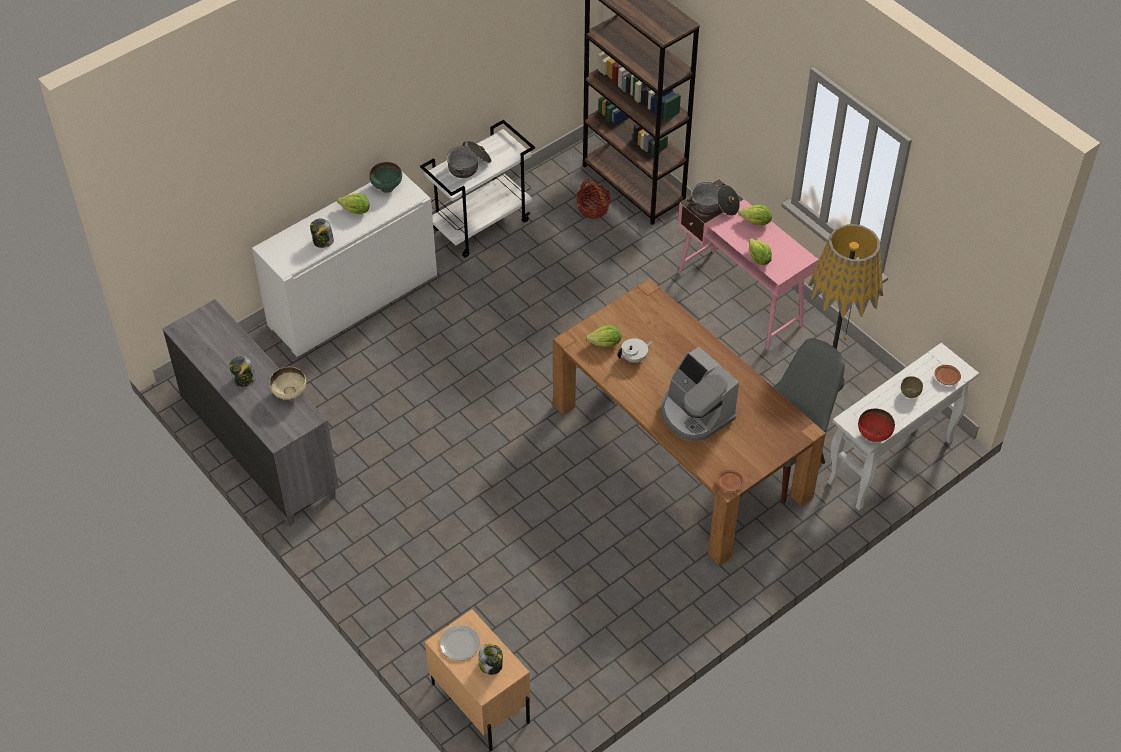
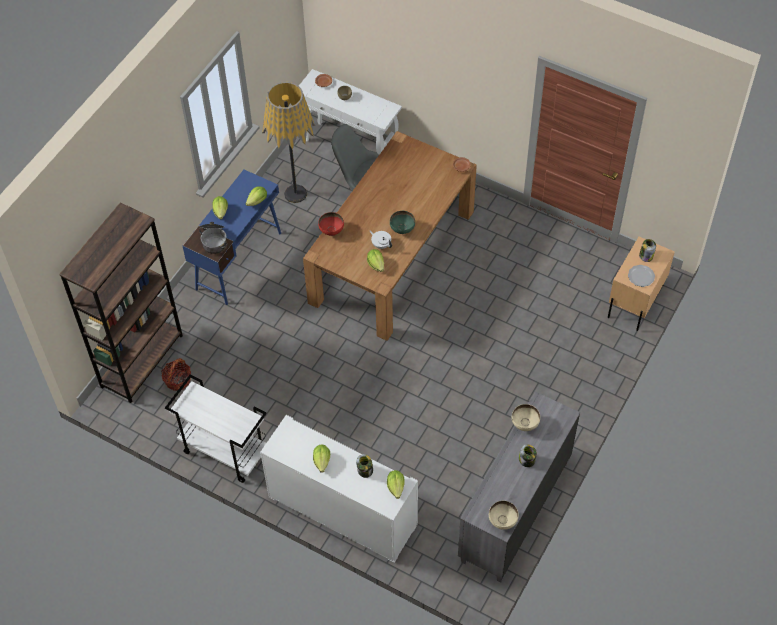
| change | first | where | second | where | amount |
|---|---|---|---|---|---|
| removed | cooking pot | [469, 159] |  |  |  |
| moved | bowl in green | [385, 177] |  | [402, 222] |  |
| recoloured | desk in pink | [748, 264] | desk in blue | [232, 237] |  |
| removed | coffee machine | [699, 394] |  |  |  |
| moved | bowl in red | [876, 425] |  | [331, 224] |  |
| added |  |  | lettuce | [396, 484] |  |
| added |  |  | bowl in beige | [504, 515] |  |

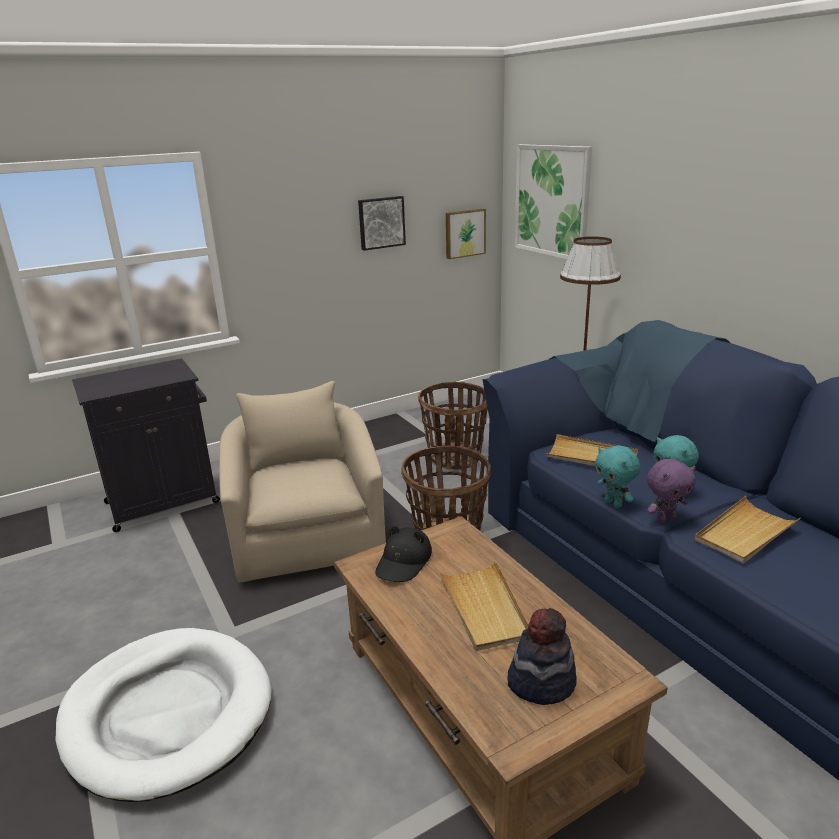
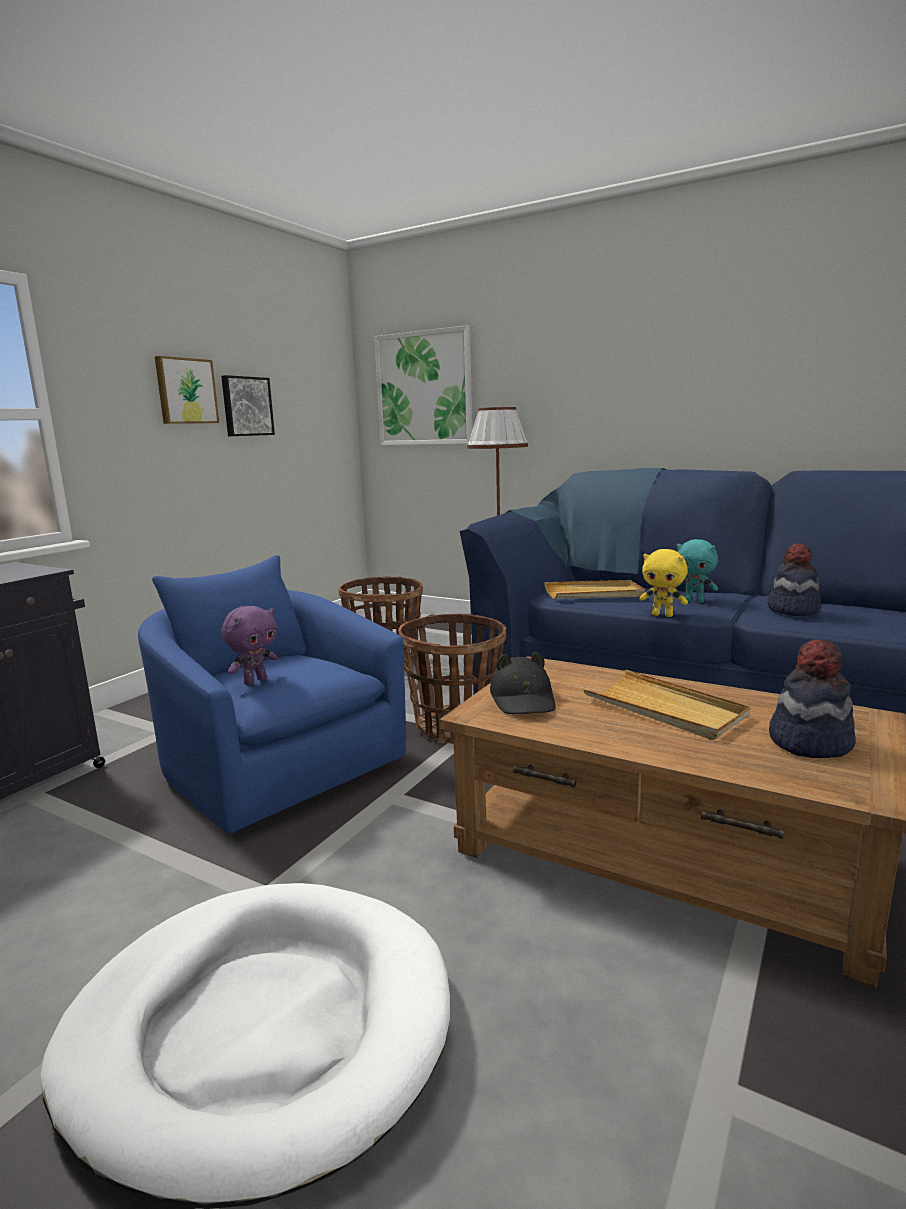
| change | first | where | second | where | amount |
|---|---|---|---|---|---|
| moved | picture | [466, 234] |  | [187, 390] |  |
| recoloured | armchair in beige | [302, 481] | armchair in blue | [272, 694] |  |
| recoloured | plush toy in turquoise | [617, 476] | plush toy in yellow | [663, 583] |  |
| moved | plush toy in purple | [671, 491] |  | [249, 645] |  |
| replaced | tray in beige | [747, 530] | hat | [794, 579] |  |

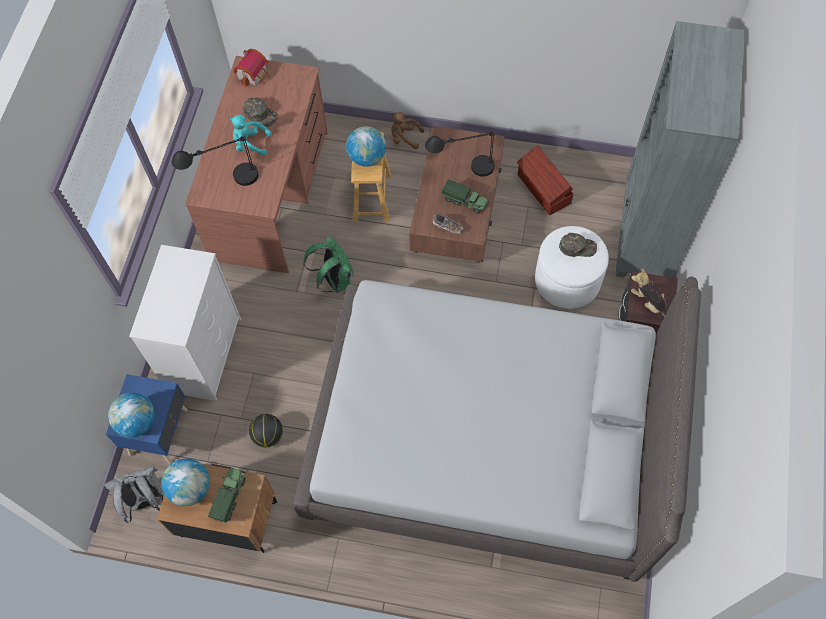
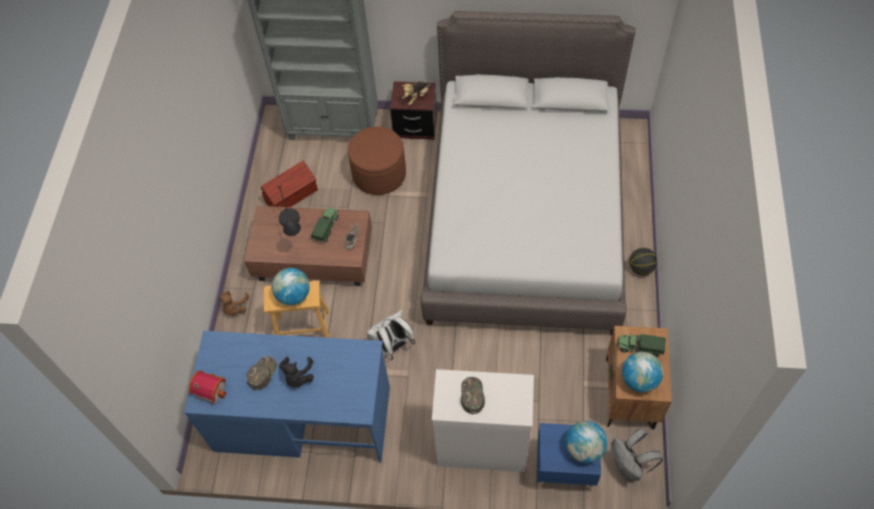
| change | first | where | second | where | amount |
|---|---|---|---|---|---|
| recoloured | desk in brown | [256, 164] | desk in blue | [287, 397] |  |
| recoloured | plush toy in turquoise | [250, 135] | plush toy in black | [296, 372] |  |
| removed | table lamp in black | [215, 161] |  |  |  |
| recoloured | ottoman in white | [572, 267] | ottoman in brown | [377, 161] |  |
| moved | cap in green | [578, 245] |  | [473, 395] |  |
| recoloured | backpack in green | [329, 264] | backpack in white | [391, 335] |  |
| moved | basketball | [266, 431] |  | [643, 261] |  |

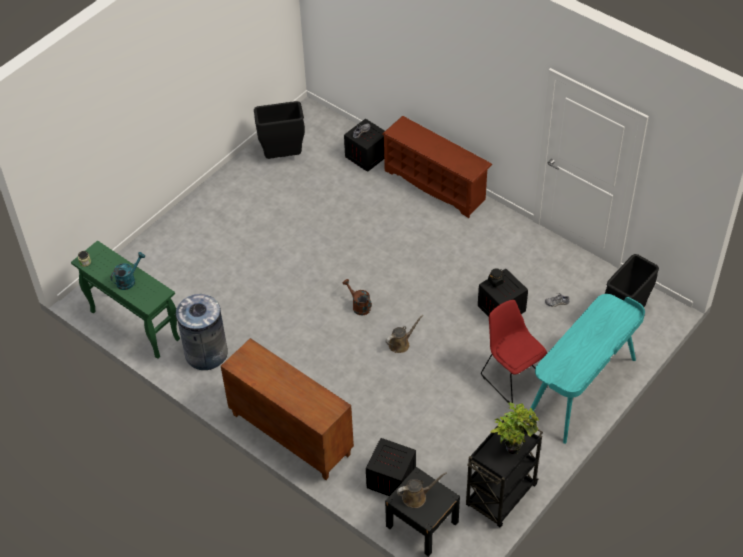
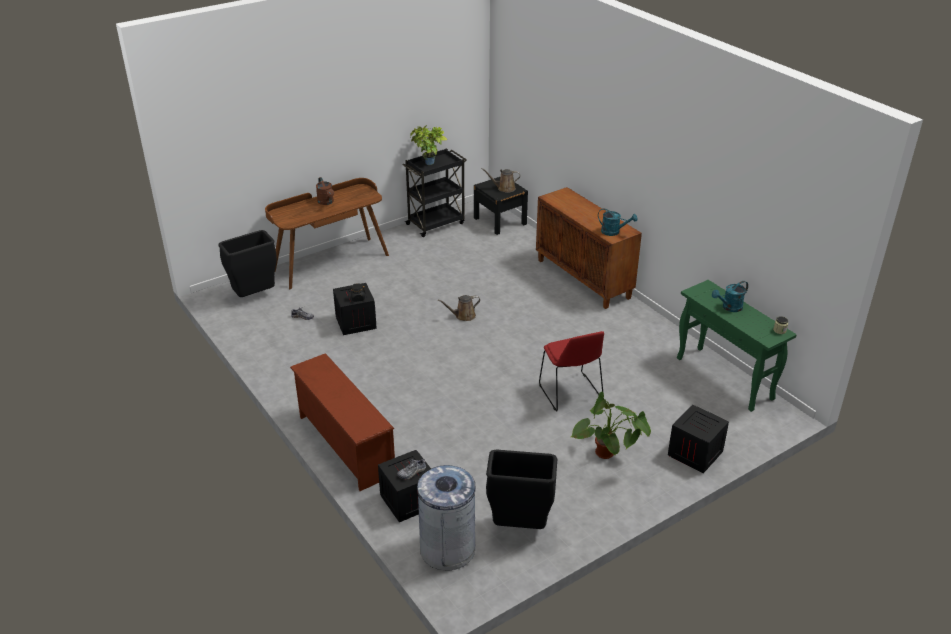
| change | first | where | second | where | amount |
|---|---|---|---|---|---|
| moved | watering can in brown | [357, 297] |  | [325, 191] |  |
| moved | trash can in grey | [202, 332] |  | [446, 517] |  |
| recoloured | desk in turquoise | [587, 369] | desk in brown | [327, 233] |  |
| moved | chair in red | [514, 351] |  | [571, 371] |  |
| moved | crate | [391, 467] |  | [698, 439] |  |
| added |  |  | watering can in turquoise | [617, 222] |  |
| added |  |  | potted plant | [611, 425] |  |

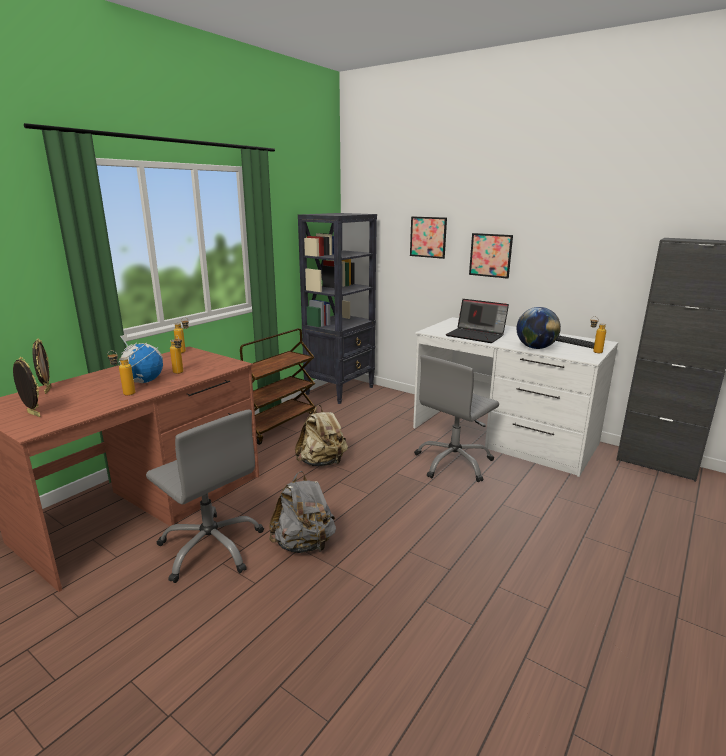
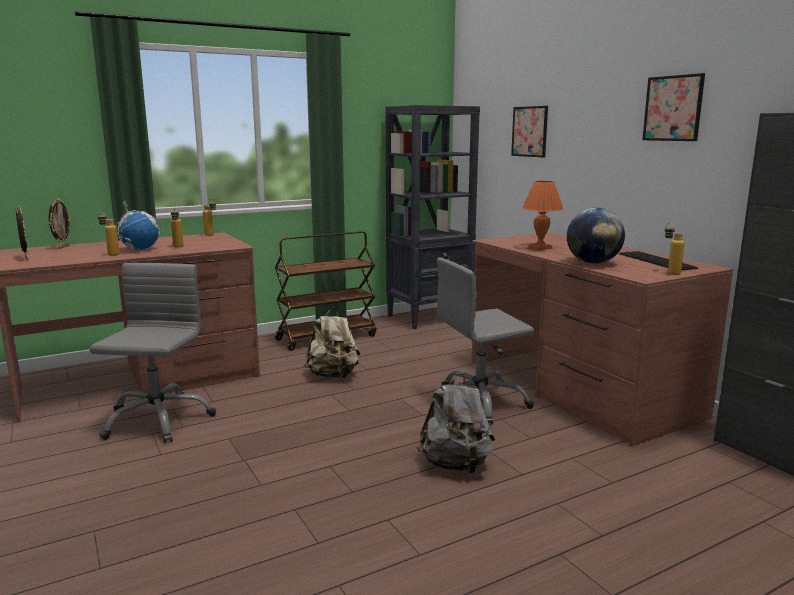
| change | first | where | second | where | amount |
|---|---|---|---|---|---|
| moved | picture | [491, 256] |  | [673, 107] |  |
| replaced | laptop | [477, 321] | table lamp in orange | [543, 215] |  |
| recoloured | desk in white | [515, 397] | desk in brown | [602, 339] |  |
| turned | office chair in grey | [205, 496] |  | [153, 353] | 150 degrees counterclockwise |
| moved | backpack in grey | [302, 512] |  | [456, 423] |  |

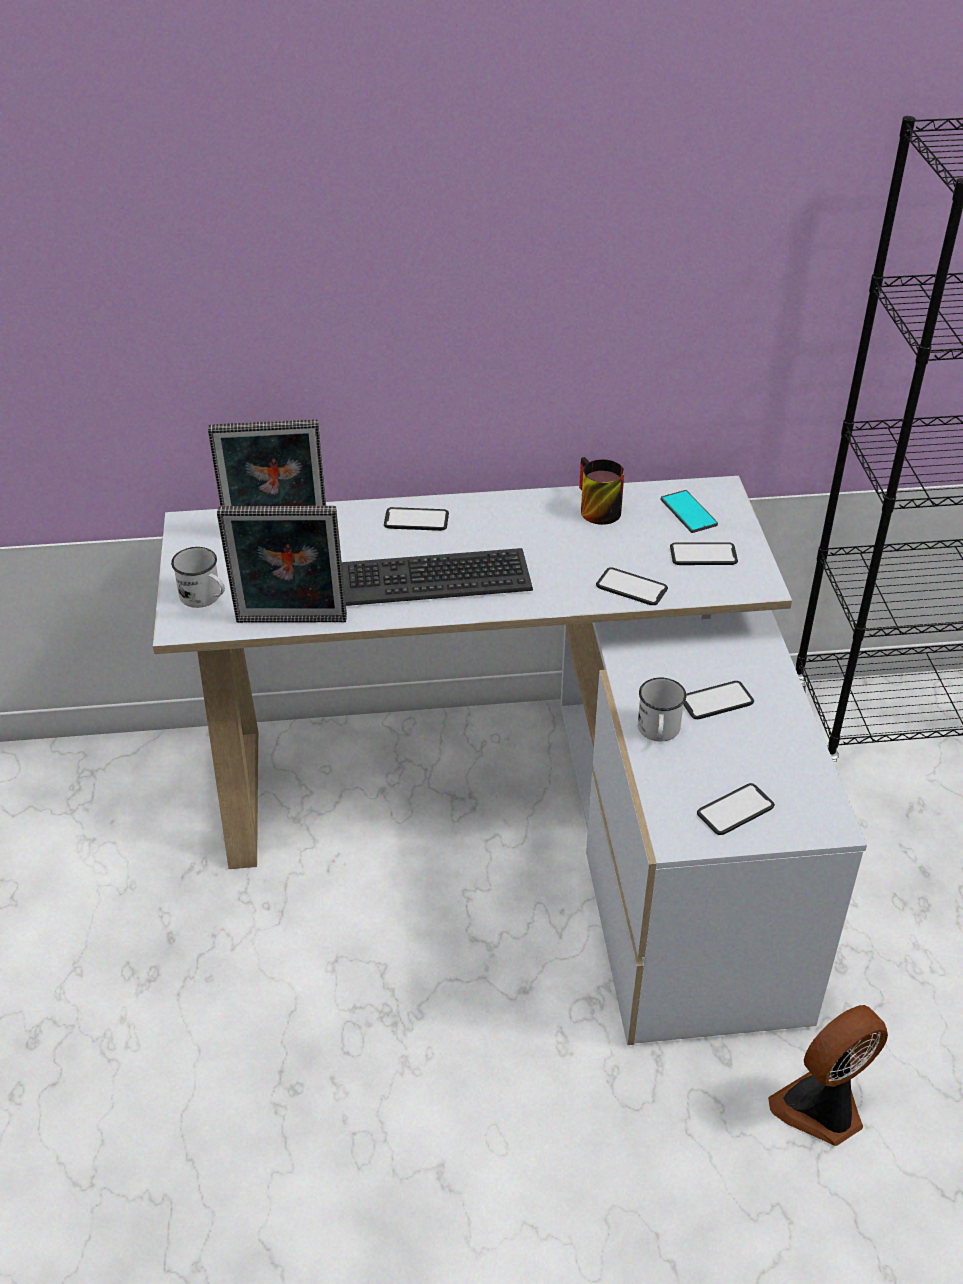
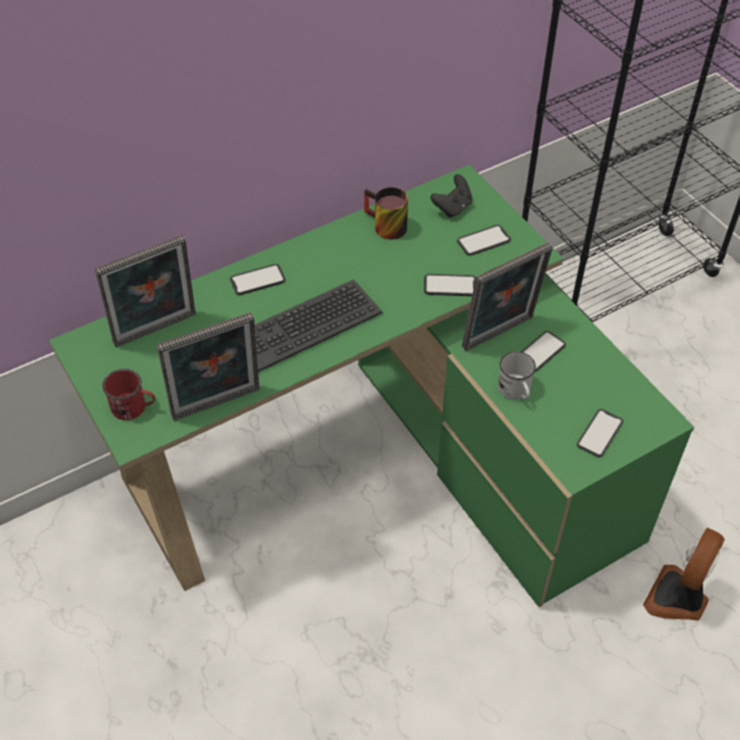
| change | first | where | second | where | amount |
|---|---|---|---|---|---|
| recoloured | desk in white | [510, 760] | desk in green | [371, 386] |  |
| replaced | phone | [689, 511] | game controller in black | [451, 196] |  |
| recoloured | mug in white | [198, 577] | mug in red | [128, 394] |  |
| added |  |  | picture frame | [507, 297] |  |

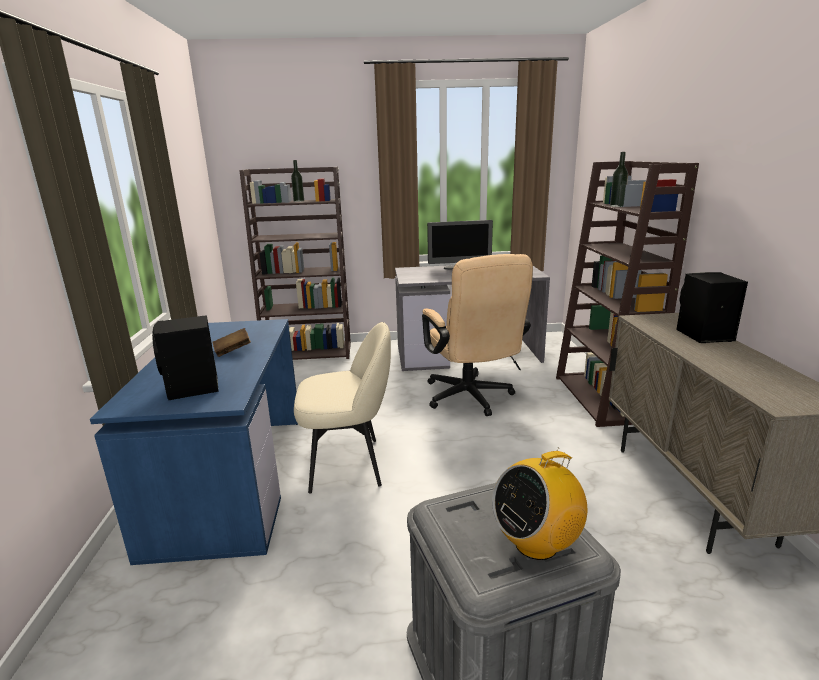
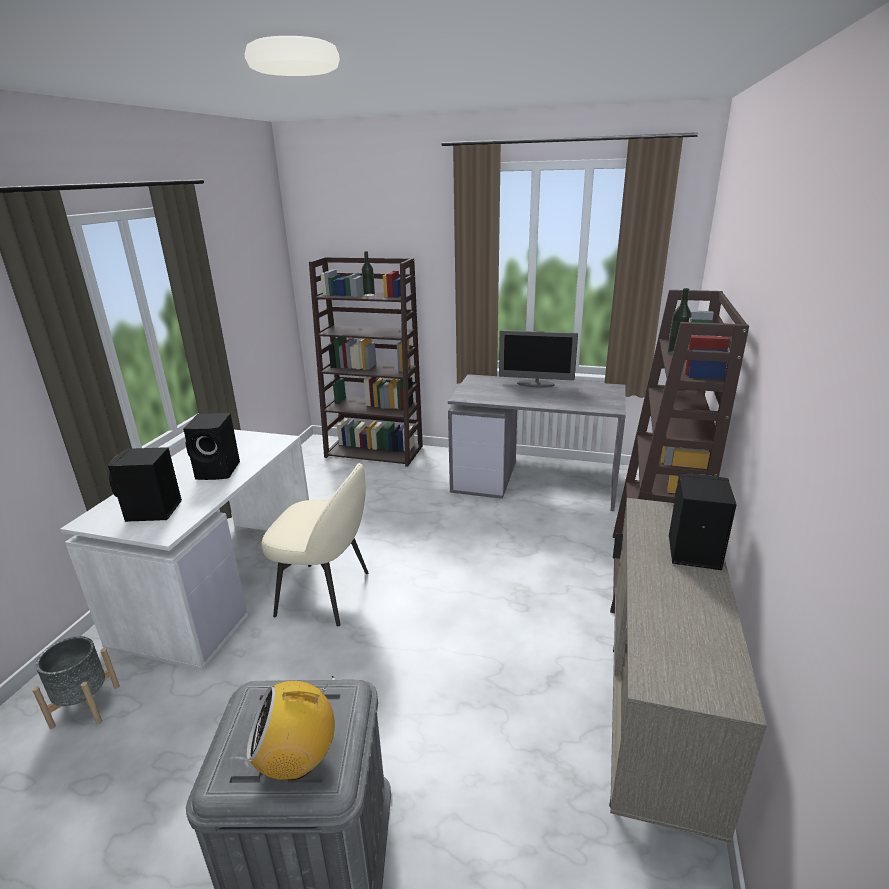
| change | first | where | second | where | amount |
|---|---|---|---|---|---|
| removed | office chair in beige | [477, 335] |  |  |  |
| recoloured | desk in blue | [194, 442] | desk in white | [184, 550] |  |
| replaced | book in brown | [231, 342] | speaker in black | [211, 446] |  |
| added |  |  | planter in grey | [76, 682] |  |

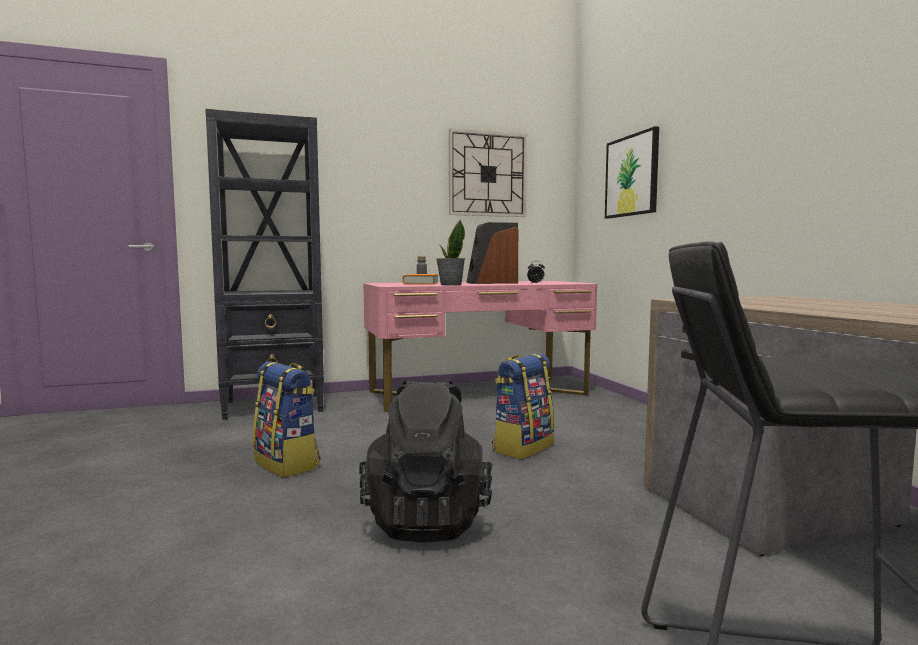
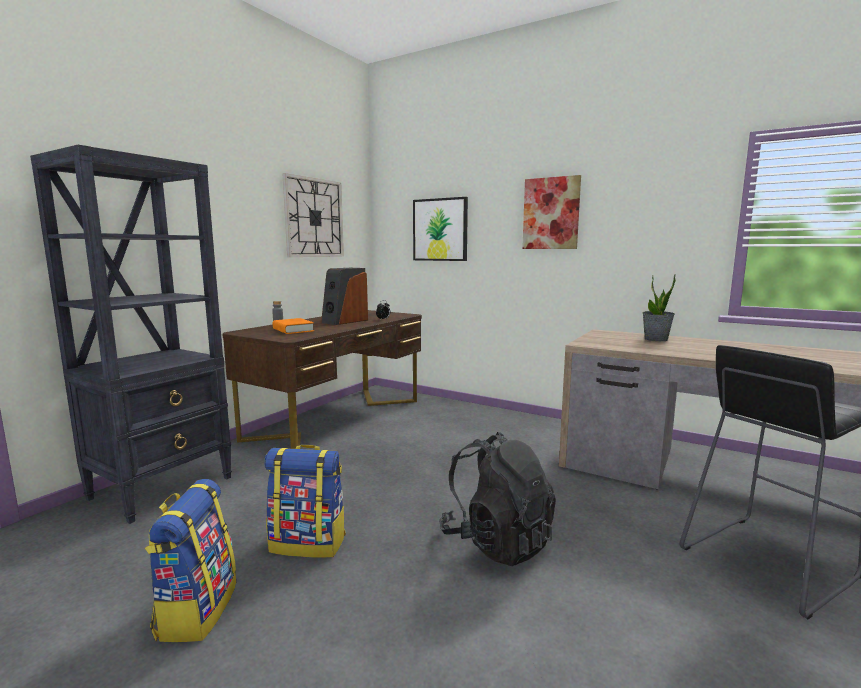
| change | first | where | second | where | amount |
|---|---|---|---|---|---|
| moved | potted plant | [450, 252] |  | [659, 307] |  |
| recoloured | desk in pink | [480, 346] | desk in brown | [322, 379] |  |
| moved | backpack | [523, 406] |  | [190, 560] |  |
| added |  |  | picture | [551, 212] |  |

